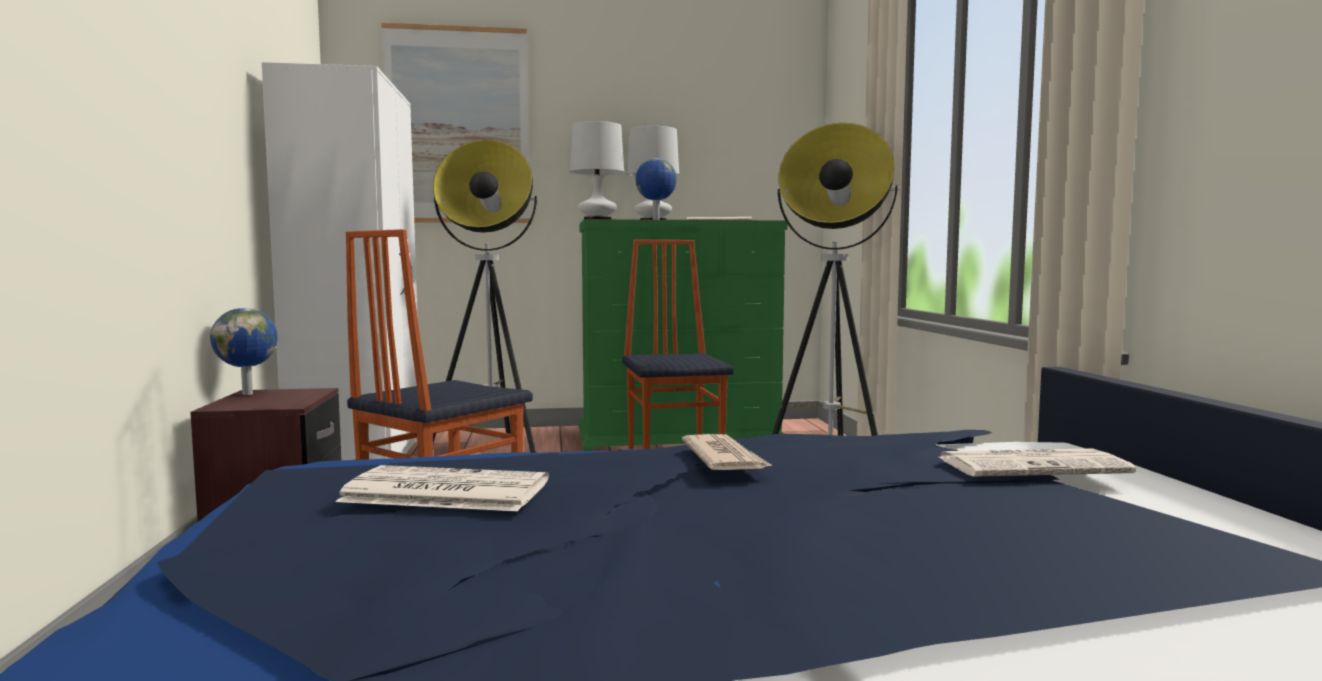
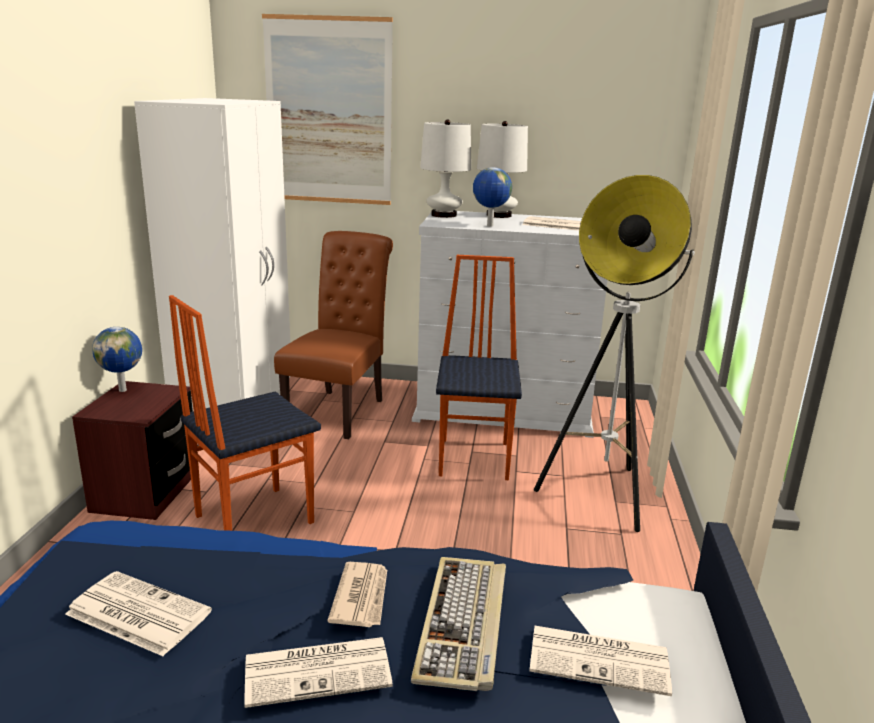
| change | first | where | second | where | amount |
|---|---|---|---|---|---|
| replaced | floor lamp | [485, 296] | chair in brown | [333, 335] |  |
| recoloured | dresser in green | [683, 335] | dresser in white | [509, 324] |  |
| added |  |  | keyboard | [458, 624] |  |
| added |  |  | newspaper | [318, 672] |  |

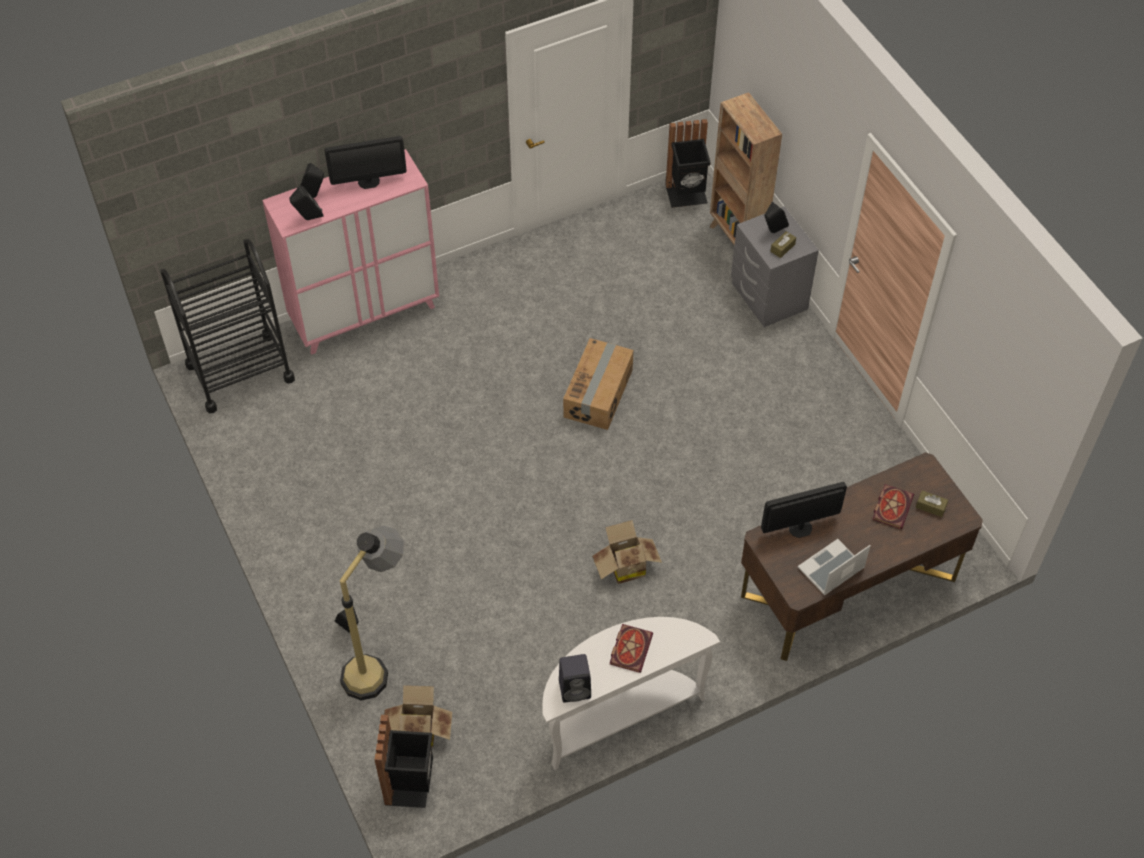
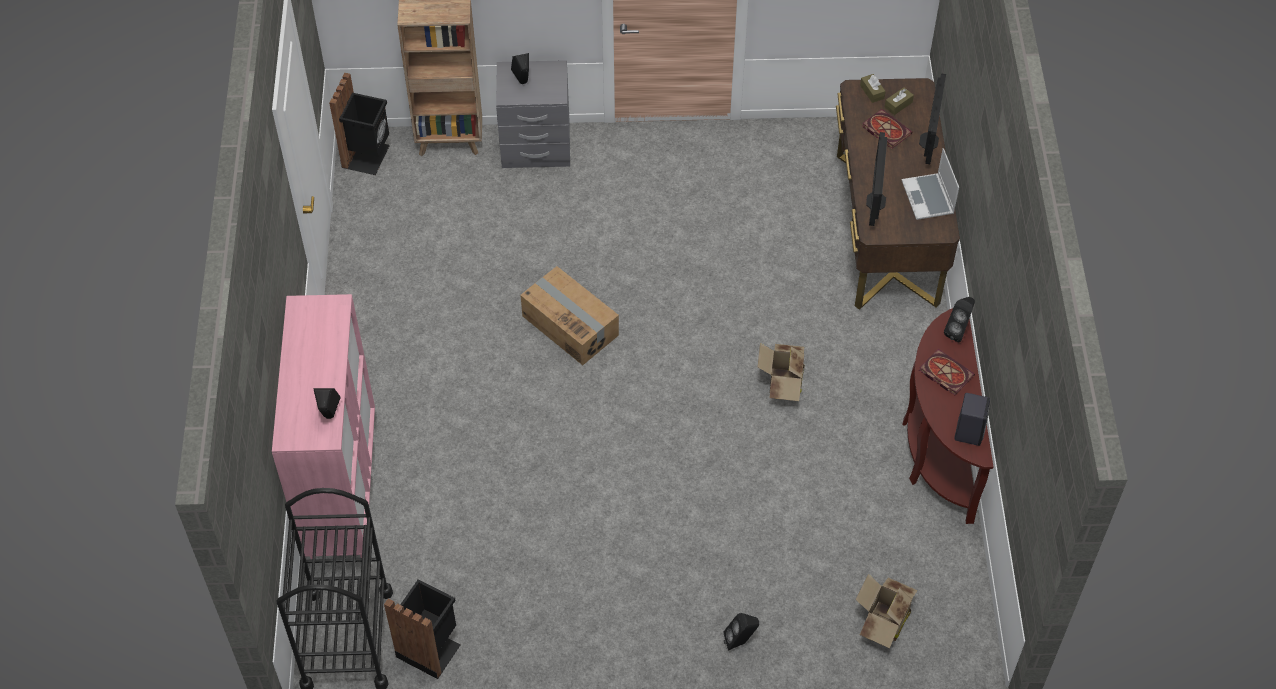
| change | first | where | second | where | amount |
|---|---|---|---|---|---|
| moved | monitor | [365, 162] |  | [932, 118] |  |
| moved | speaker in black | [312, 180] |  | [959, 319] |  |
| moved | tissue box in brown | [783, 244] |  | [872, 88] |  |
| removed | floor lamp | [372, 613] |  |  |  |
| recoloured | console table in white | [631, 693] | console table in brown | [947, 416] |  |
| moved | trash can in black | [403, 761] |  | [422, 629] |  |

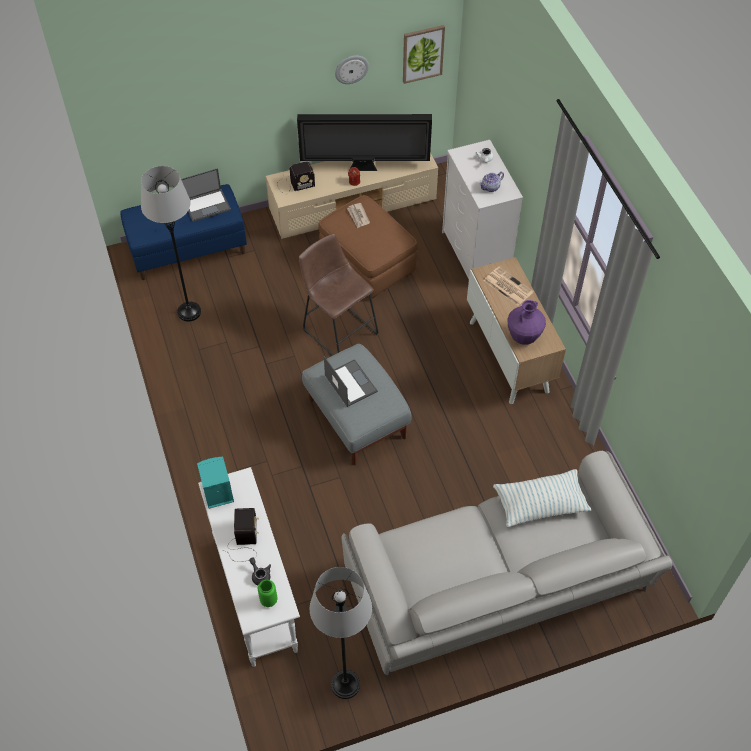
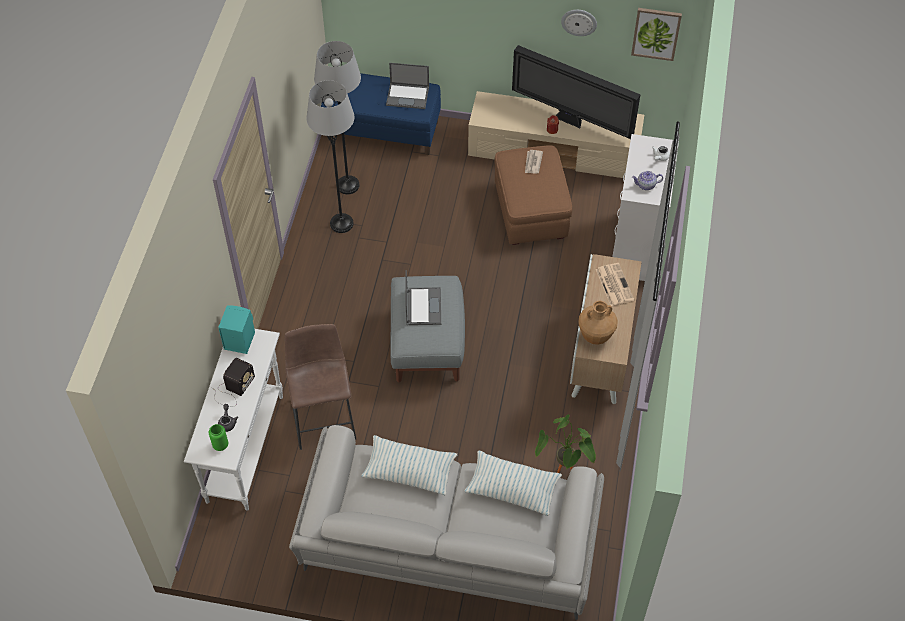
| change | first | where | second | where | amount |
|---|---|---|---|---|---|
| removed | radio | [296, 178] |  |  |  |
| moved | stool in brown | [339, 295] |  | [320, 387] |  |
| recoloured | vase in purple | [526, 322] | vase in brown | [598, 322] |  |
| moved | floor lamp in grey | [341, 633] |  | [330, 156] |  |
| added |  |  | potted plant | [565, 443] |  |
| added |  |  | pillow | [409, 465] |  |

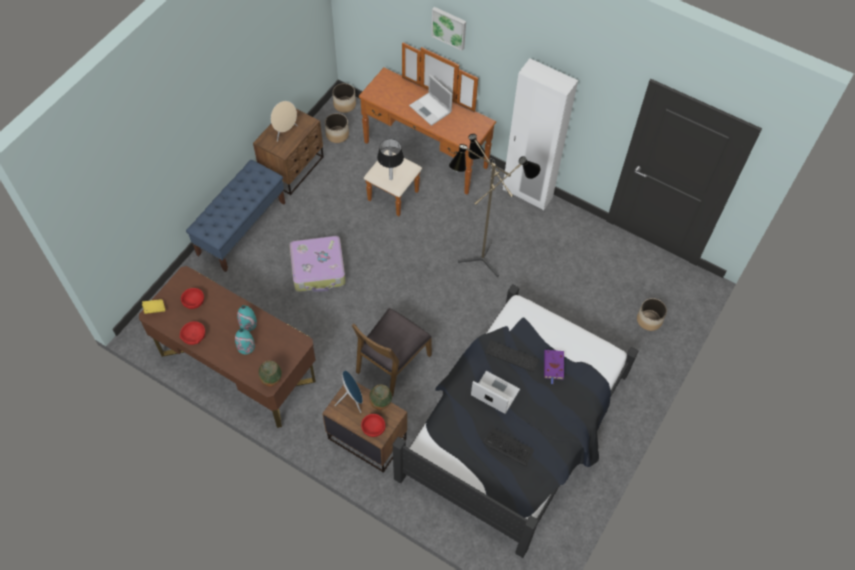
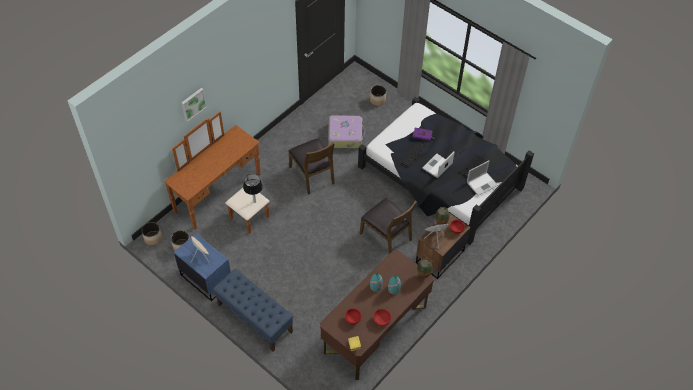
| change | first | where | second | where | amount |
|---|---|---|---|---|---|
| removed | wardrobe in white | [540, 134] |  |  |  |
| moved | laptop | [431, 100] |  | [482, 178] |  |
| recoloured | nightstand in brown | [288, 152] | nightstand in blue | [202, 267] |  |
| replaced | floor lamp | [495, 205] | chair in brown | [312, 167] |  |
| moved | suitcase | [317, 264] |  | [347, 131] |  |

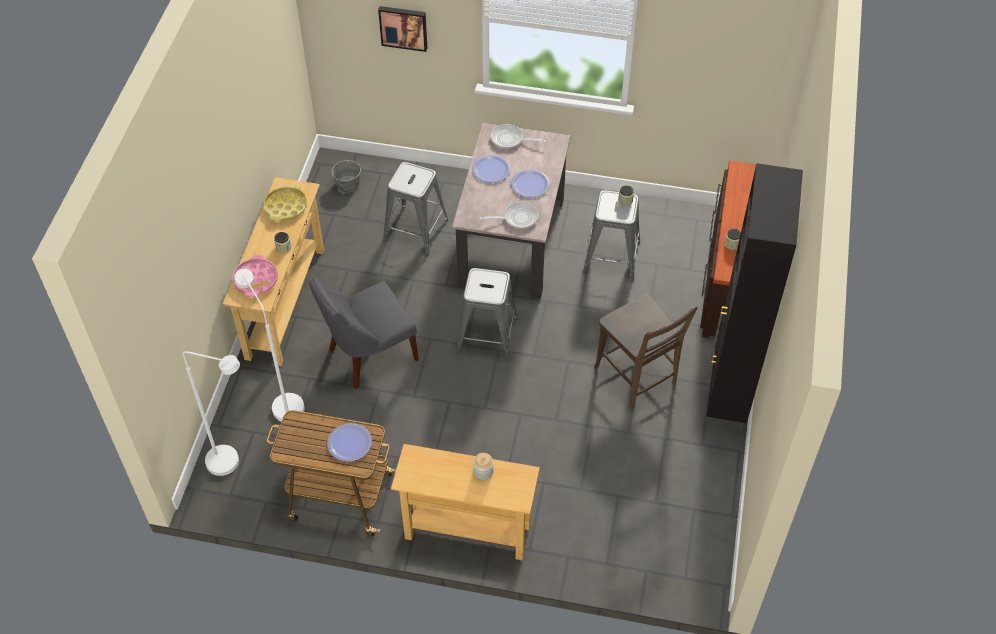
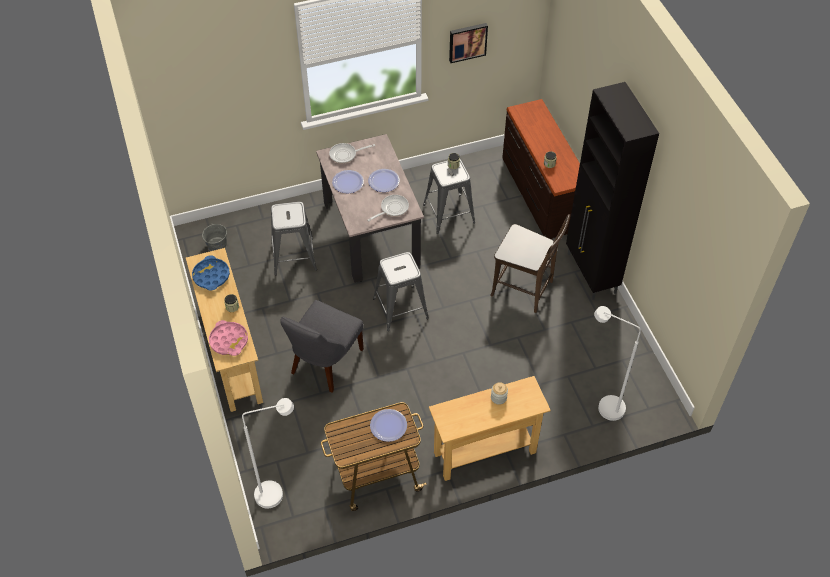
| change | first | where | second | where | amount |
|---|---|---|---|---|---|
| moved | picture | [402, 29] |  | [468, 43] |  |
| recoloured | tray in yellow | [285, 203] | tray in blue | [211, 272] |  |
| moved | floor lamp in white | [270, 345] |  | [617, 363] |  |

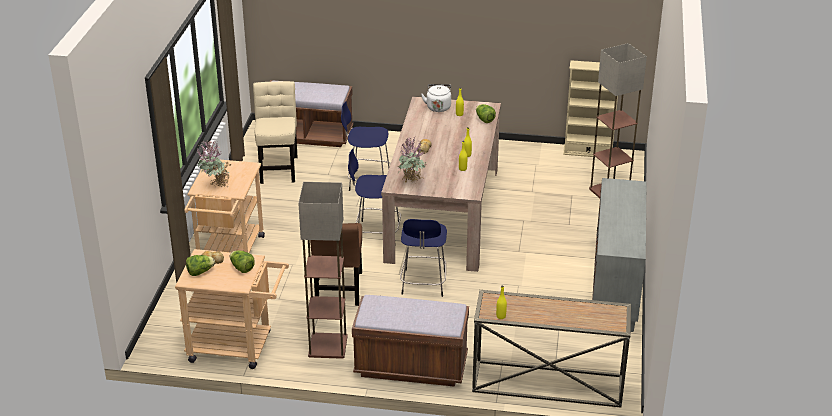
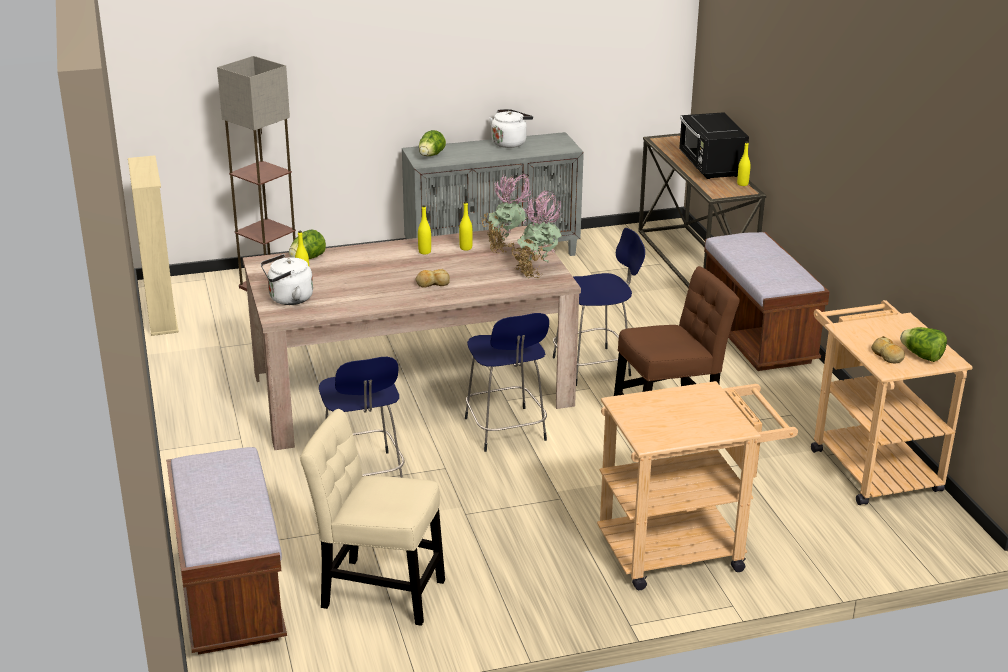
| change | first | where | second | where | amount |
|---|---|---|---|---|---|
| turned | chair in beige | [275, 132] |  | [372, 517] | 45 degrees clockwise |
| moved | potted plant | [214, 164] |  | [508, 213] |  |
| removed | floor lamp | [323, 270] |  |  |  |
| moved | lettuce | [242, 261] |  | [432, 143] |  |
| added |  |  | kettle in white | [511, 128] |  |
| added |  |  | microwave in black | [714, 145] |  |

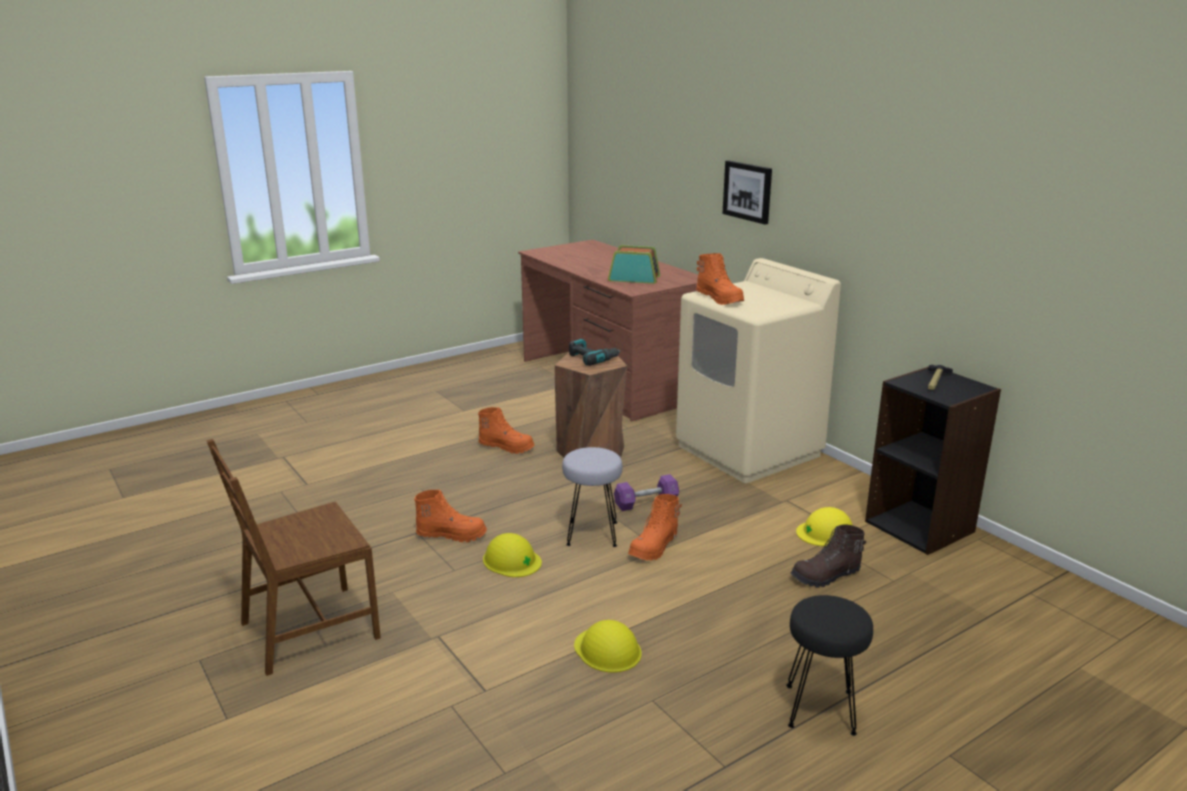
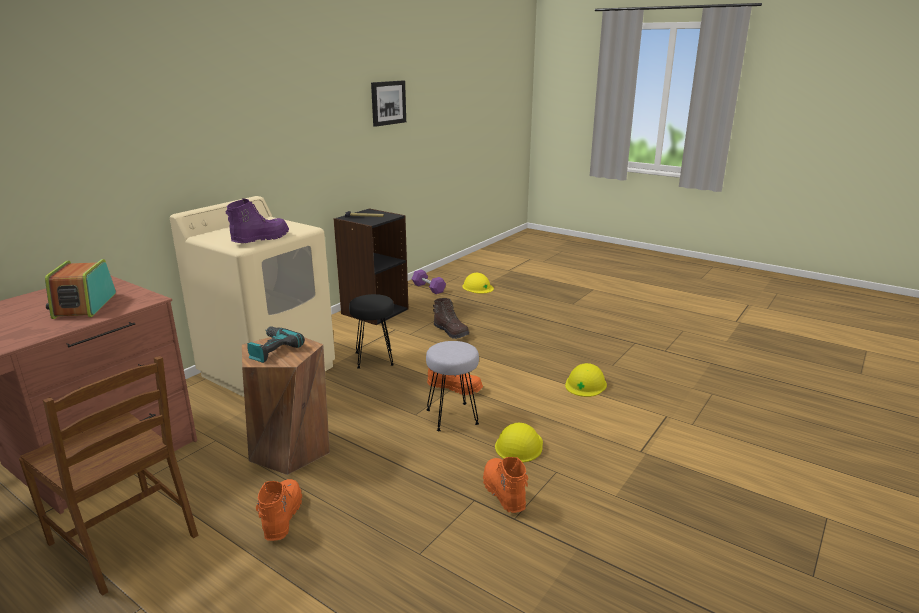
| change | first | where | second | where | amount |
|---|---|---|---|---|---|
| moved | picture | [747, 192] |  | [388, 104] |  |
| recoloured | boot in orange | [720, 279] | boot in purple | [257, 220] |  |
| moved | chair in brown | [293, 557] |  | [108, 476] |  |
| moved | dumbbell in purple | [646, 492] |  | [429, 282] |  |
| moved | hard hat in yellow | [824, 526] |  | [478, 283] |  |
| moved | stool in black | [829, 665] |  | [371, 331] |  |

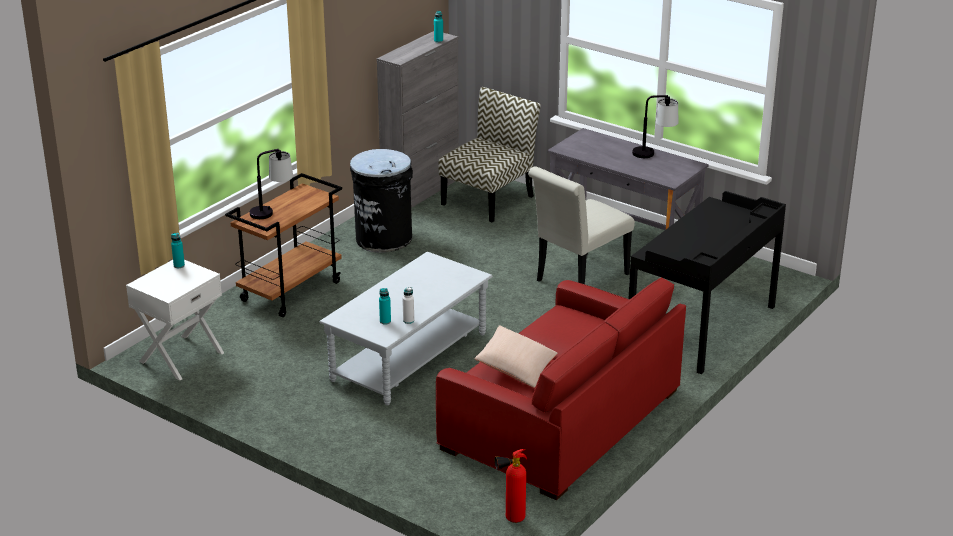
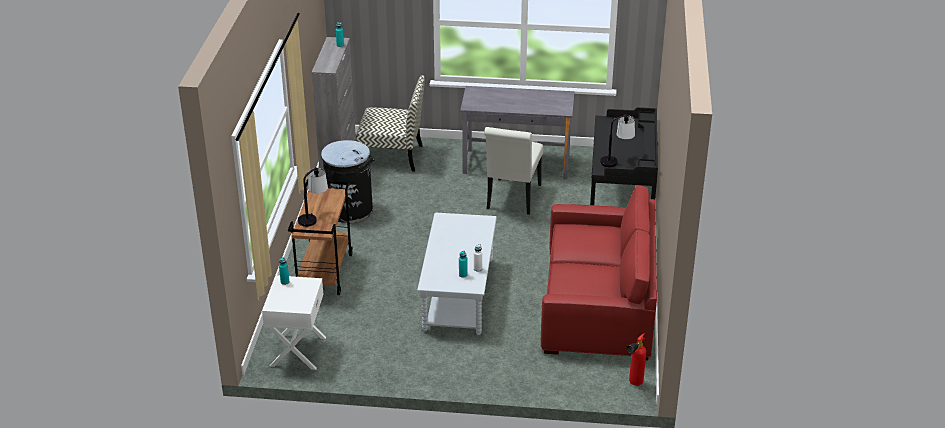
| change | first | where | second | where | amount |
|---|---|---|---|---|---|
| turned | chair | [489, 154] |  | [390, 123] | 90 degrees clockwise |
| moved | table lamp | [655, 126] |  | [617, 140] |  |
| removed | pillow in beige | [516, 356] |  |  |  |

